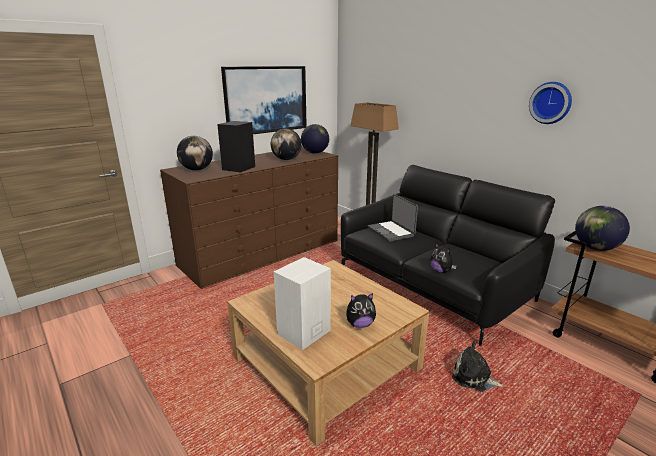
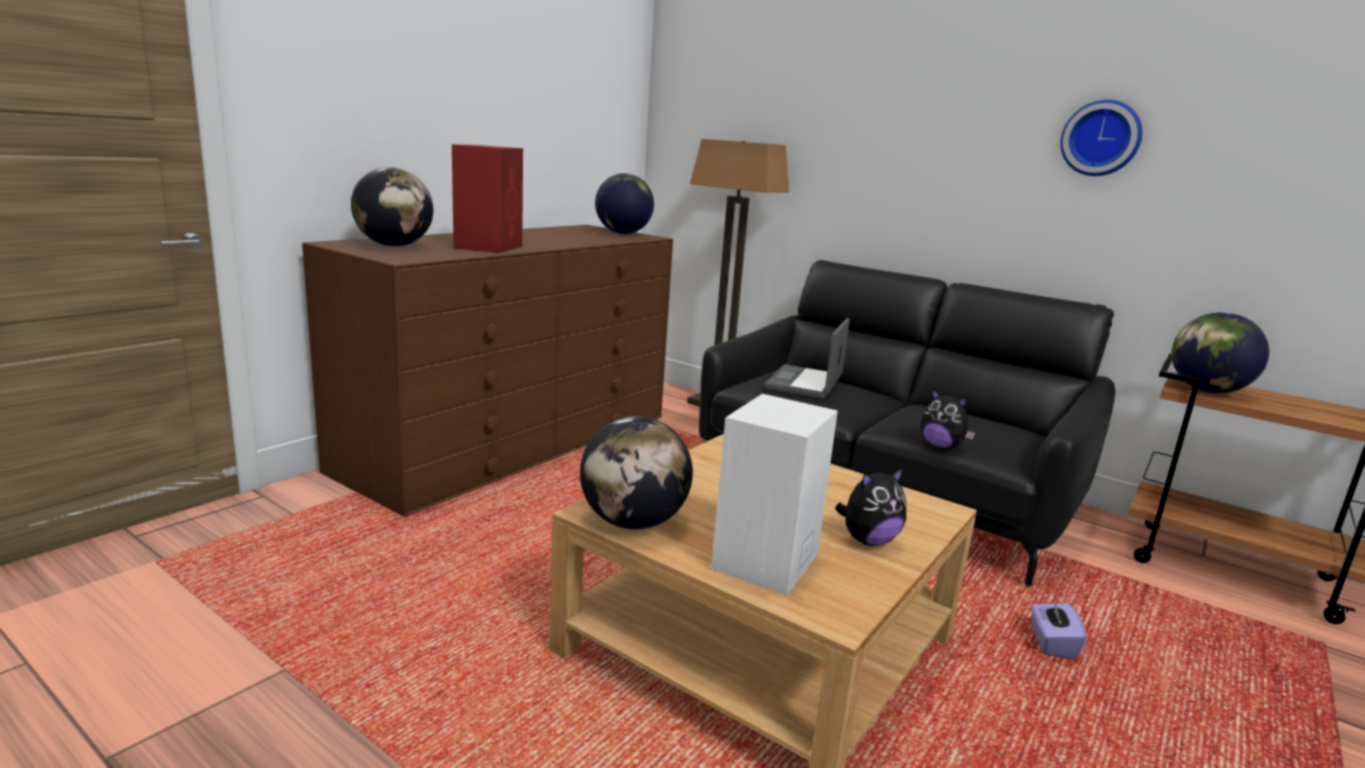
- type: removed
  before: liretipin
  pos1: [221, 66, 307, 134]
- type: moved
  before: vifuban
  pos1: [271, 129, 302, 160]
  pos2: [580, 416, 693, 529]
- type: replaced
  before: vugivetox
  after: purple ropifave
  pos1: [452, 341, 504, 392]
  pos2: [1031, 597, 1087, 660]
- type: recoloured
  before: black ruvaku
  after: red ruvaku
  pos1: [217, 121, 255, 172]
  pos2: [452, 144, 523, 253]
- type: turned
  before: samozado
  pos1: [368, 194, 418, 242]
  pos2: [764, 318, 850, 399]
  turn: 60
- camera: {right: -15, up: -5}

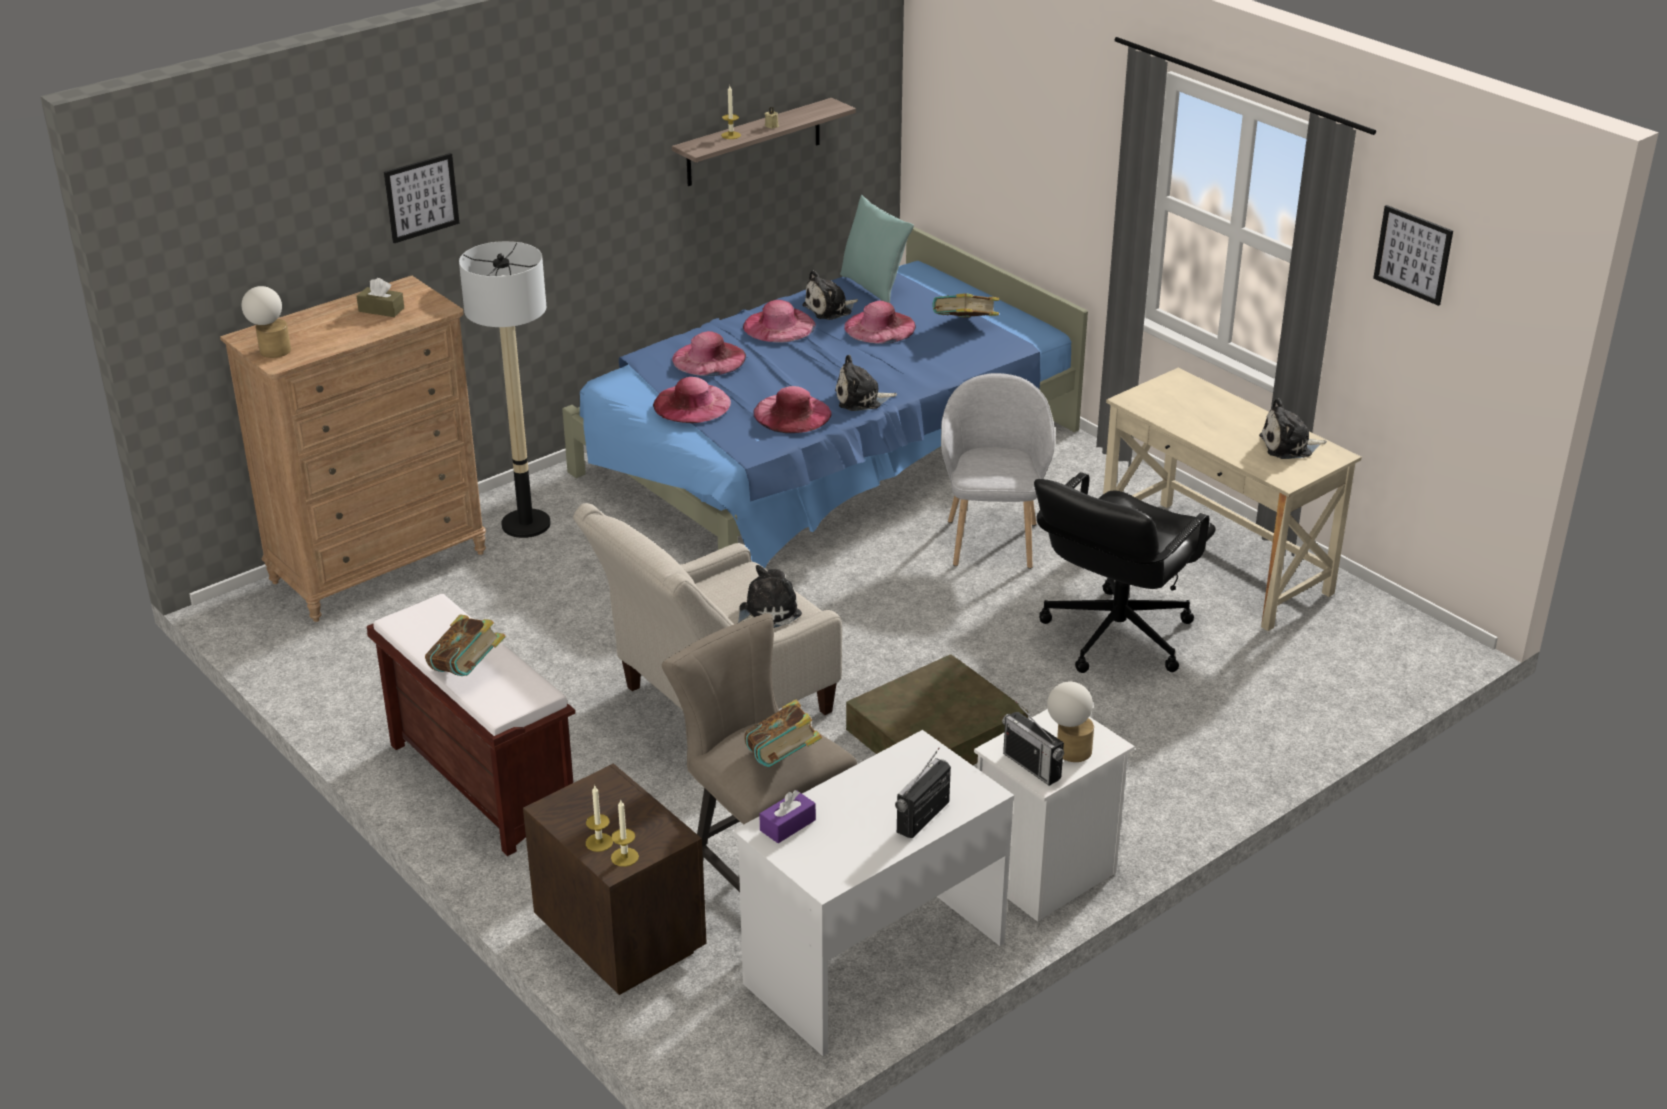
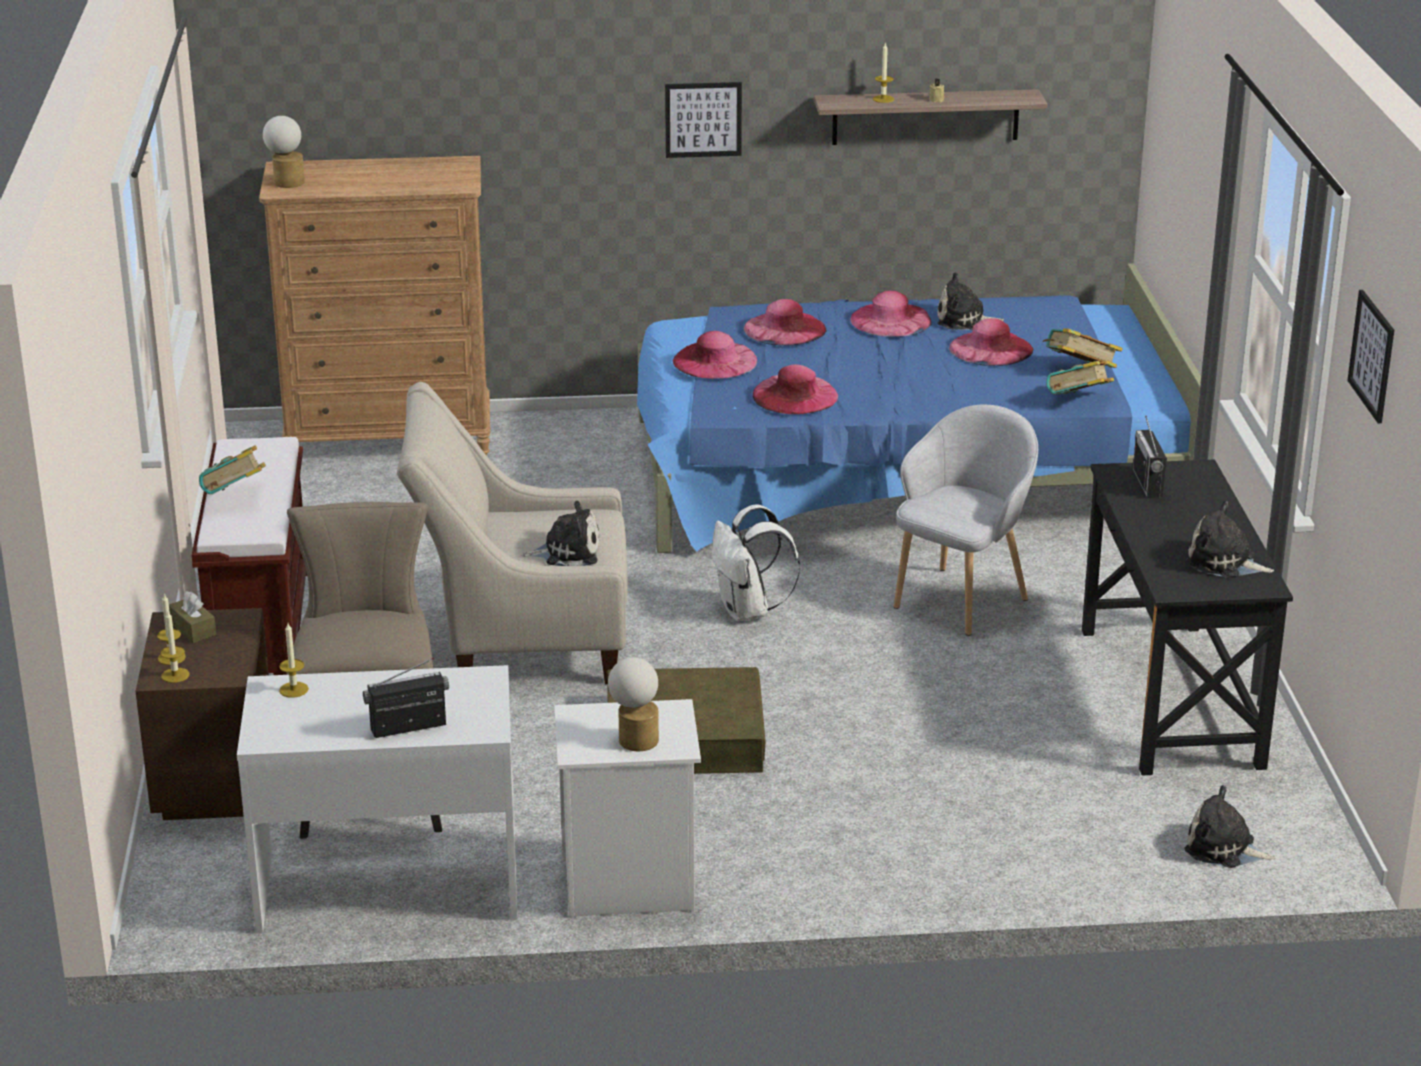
- type: removed
  before: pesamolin
  pos1: [459, 241, 551, 538]
- type: removed
  before: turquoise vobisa
  pos1: [840, 195, 914, 303]
- type: removed
  before: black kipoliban
  pos1: [1034, 472, 1216, 673]
- type: added
  after: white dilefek
  pos2: [712, 504, 800, 621]
- type: moved
  before: brown ropifave
  pos1: [357, 278, 404, 317]
  pos2: [169, 591, 216, 643]
- type: moved
  before: liretipin
  pos1: [384, 153, 460, 243]
  pos2: [665, 82, 742, 158]
- type: moved
  before: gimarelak
  pos1: [744, 699, 822, 767]
  pos2: [1046, 361, 1114, 395]
- type: moved
  before: vugivetox
  pos1: [835, 355, 897, 411]
  pos2: [1185, 785, 1276, 868]
- type: moved
  before: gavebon
  pos1: [1002, 701, 1064, 786]
  pos2: [1133, 416, 1167, 498]
- type: replaced
  before: purple ropifave
  after: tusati
  pos1: [759, 790, 816, 843]
  pos2: [279, 623, 309, 698]
- type: recoloured
  before: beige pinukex
  after: black pinukex
  pos1: [1103, 368, 1362, 631]
  pos2: [1082, 459, 1293, 775]
- camera: {right: 35, up: -5}

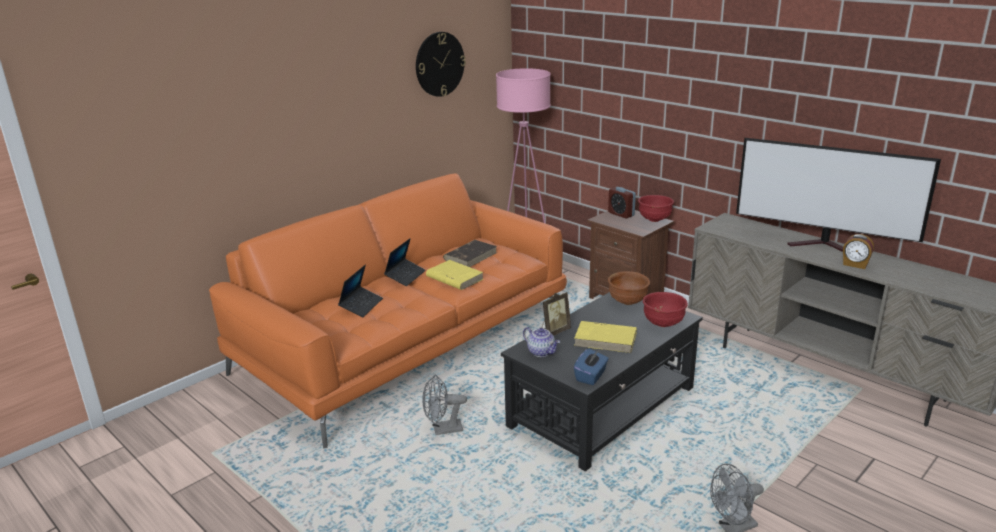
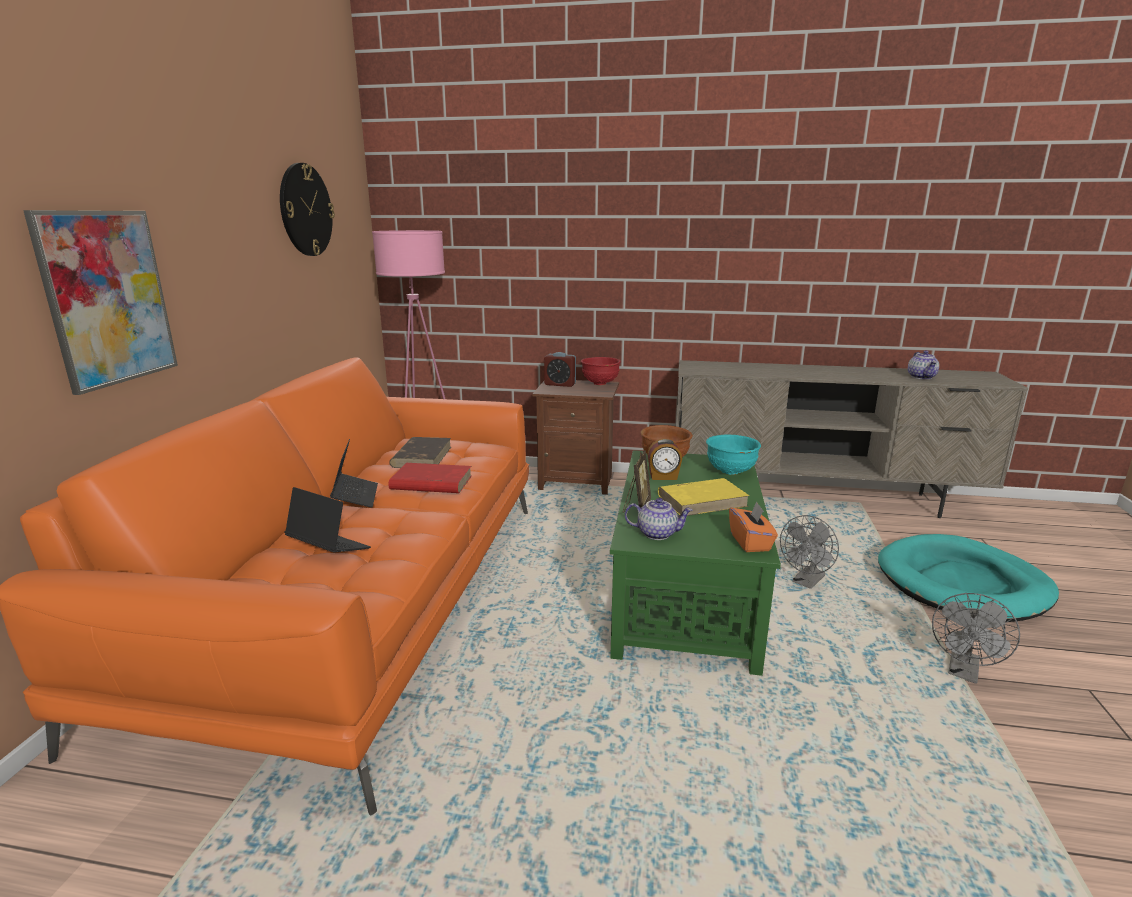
- type: removed
  before: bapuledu
  pos1: [736, 138, 941, 252]
- type: added
  after: liretipin
  pos2: [23, 210, 178, 395]
- type: added
  after: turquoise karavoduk
  pos2: [878, 534, 1059, 622]
- type: added
  after: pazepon
  pos2: [908, 350, 939, 379]
- type: moved
  before: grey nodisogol
  pos1: [422, 375, 467, 435]
  pos2: [780, 515, 839, 589]
- type: moved
  before: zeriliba
  pos1: [843, 234, 874, 269]
  pos2: [647, 439, 682, 480]
- type: recoloured
  before: yellow gimarelak
  after: red gimarelak
  pos1: [426, 260, 484, 290]
  pos2: [388, 463, 472, 493]
- type: recoloured
  before: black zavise
  after: green zavise
  pos1: [501, 292, 703, 471]
  pos2: [610, 450, 781, 676]
- type: recoloured
  before: blue ropifave
  after: orange ropifave
  pos1: [574, 348, 609, 385]
  pos2: [729, 502, 778, 552]
- type: recoloured
  before: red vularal
  after: turquoise vularal
  pos1: [643, 292, 688, 327]
  pos2: [706, 434, 761, 475]
- type: turned
  before: samozado
  pos1: [338, 265, 383, 317]
  pos2: [284, 487, 371, 553]
  turn: -45
- camera: {right: -35, up: -5}

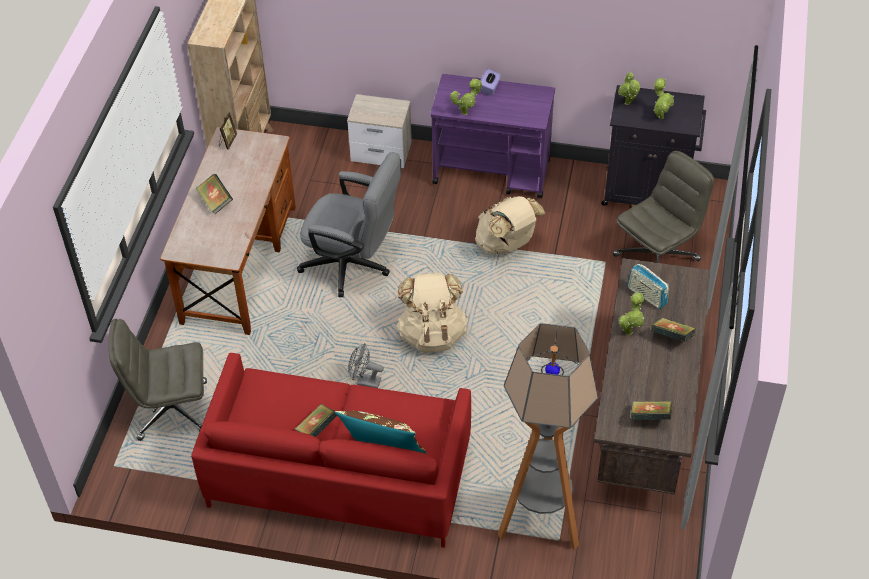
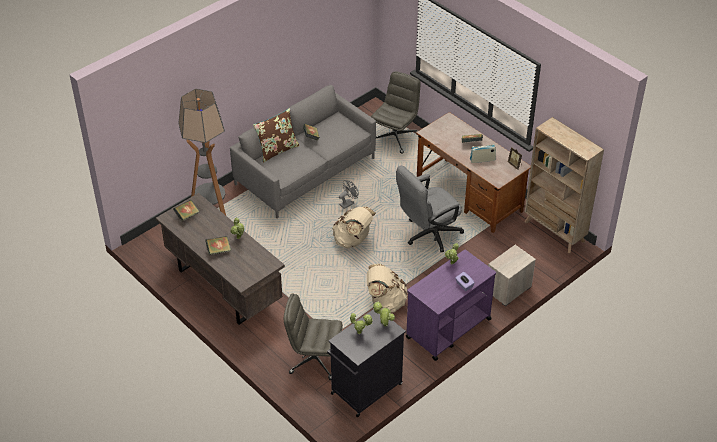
- type: moved
  before: gavebon
  pos1: [627, 264, 669, 309]
  pos2: [470, 143, 496, 163]
- type: recoloured
  before: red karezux
  after: grey karezux
  pos1: [191, 353, 471, 548]
  pos2: [230, 85, 376, 218]
- type: turned
  before: grey kipoliban
  pos1: [613, 151, 714, 263]
  pos2: [284, 293, 343, 380]
  turn: 105
- camera: {right: 125, up: -5}

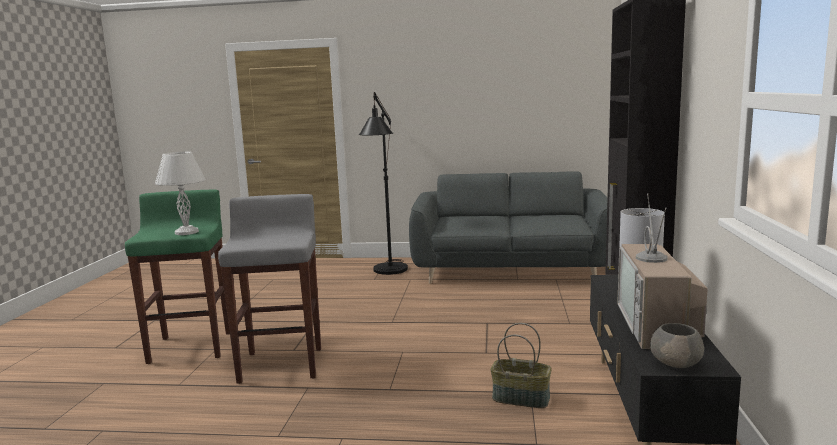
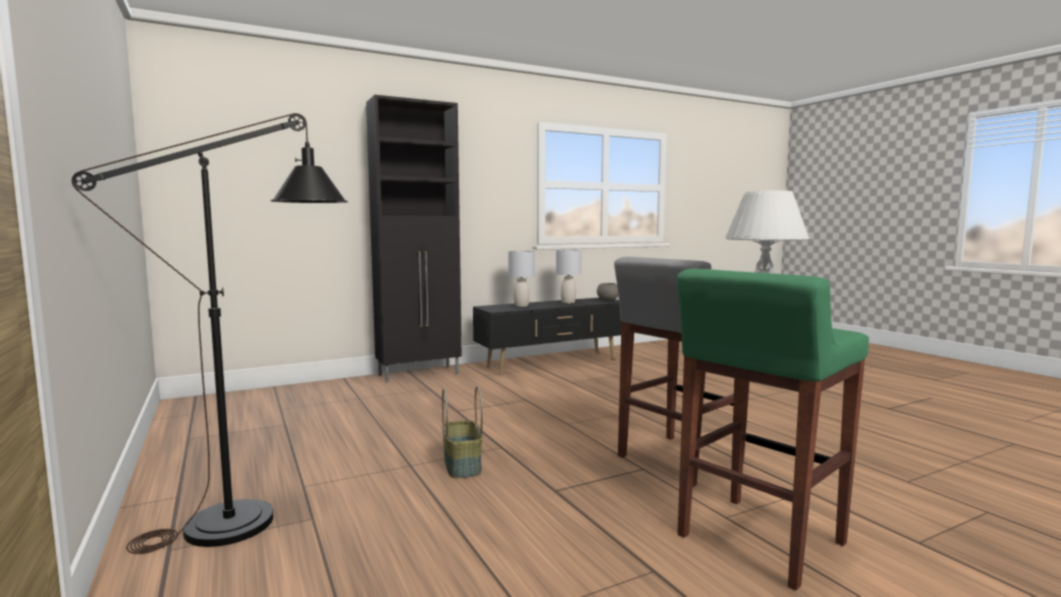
- type: removed
  before: grey karezux
  pos1: [409, 171, 607, 284]
- type: moved
  before: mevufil
  pos1: [490, 323, 552, 408]
  pos2: [442, 386, 483, 478]
- type: replaced
  before: bapuledu
  after: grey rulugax
  pos1: [618, 193, 708, 349]
  pos2: [556, 250, 581, 304]
- camera: {right: -125, up: -5}

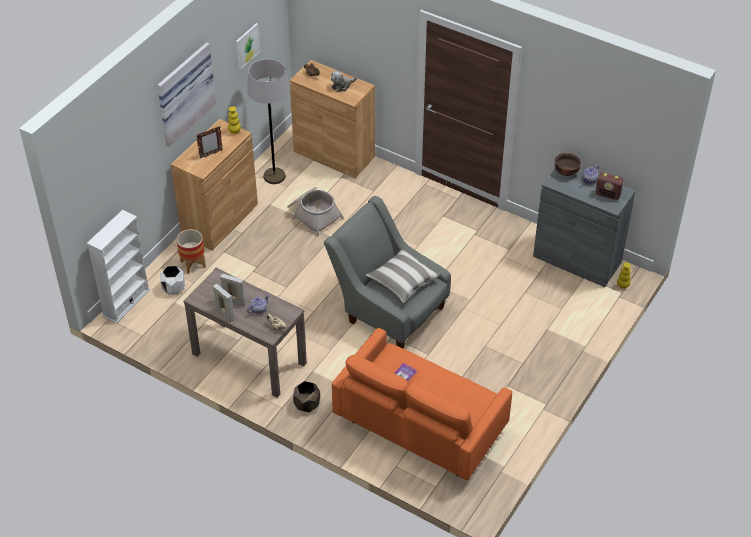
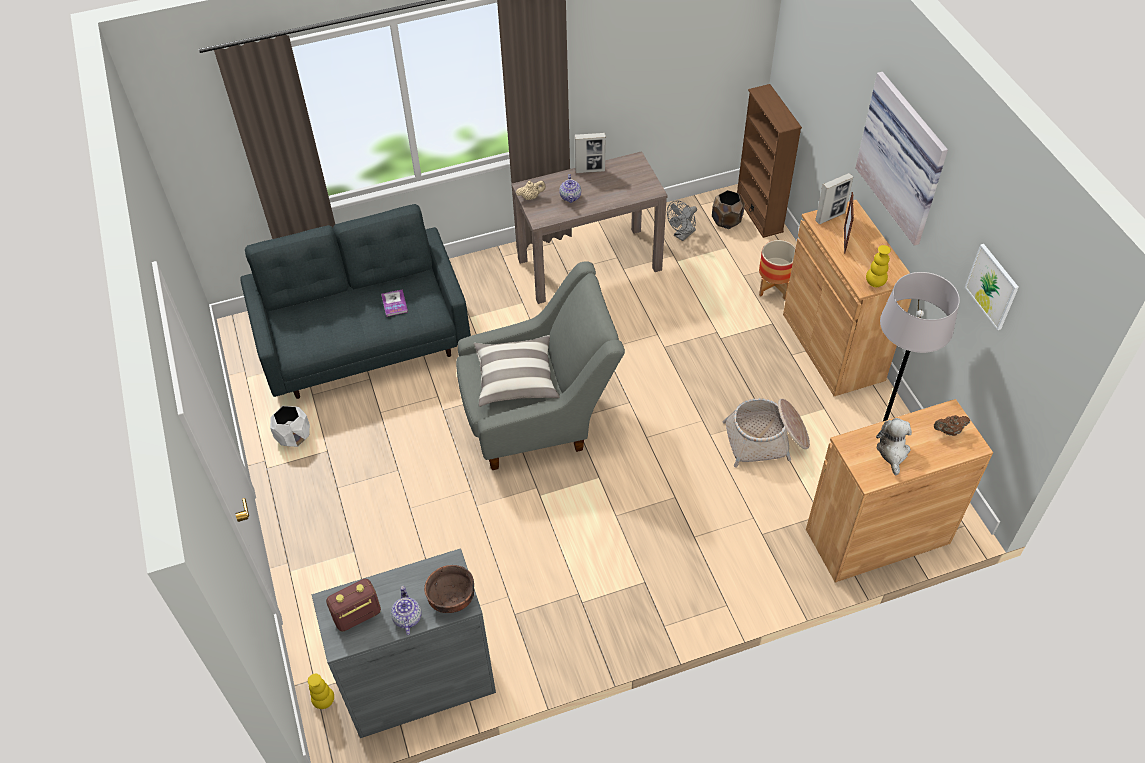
- type: added
  after: grey nodisogol
  pos2: [667, 201, 697, 241]
- type: moved
  before: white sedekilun
  pos1: [160, 266, 185, 295]
  pos2: [270, 406, 310, 447]
- type: moved
  before: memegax
  pos1: [220, 274, 246, 306]
  pos2: [815, 173, 853, 224]
- type: moved
  before: brown sedekilun
  pos1: [293, 381, 320, 412]
  pos2: [712, 190, 745, 229]
- type: recoloured
  before: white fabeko
  after: brown fabeko
  pos1: [87, 210, 150, 324]
  pos2: [737, 84, 802, 238]
- type: recoloured
  before: orange karezux
  after: grey karezux
  pos1: [332, 328, 512, 480]
  pos2: [241, 204, 471, 399]
- camera: {right: 130, up: 5}

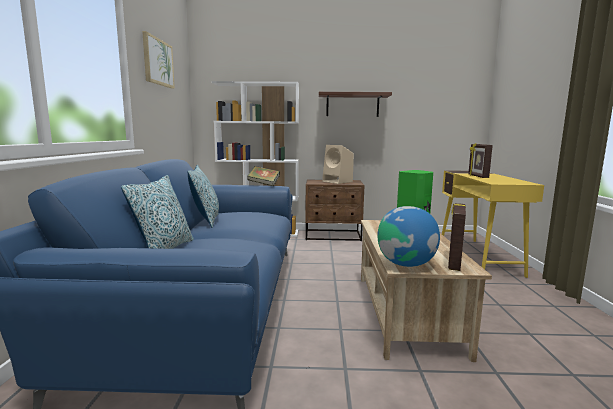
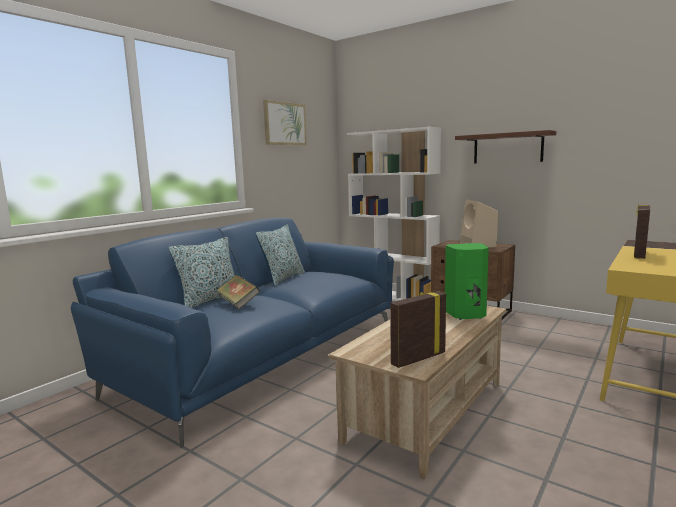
- type: removed
  before: vifuban
  pos1: [378, 206, 440, 267]
- type: moved
  before: gimarelak
  pos1: [248, 166, 280, 186]
  pos2: [216, 275, 260, 310]
- camera: {right: 35, up: 0}

